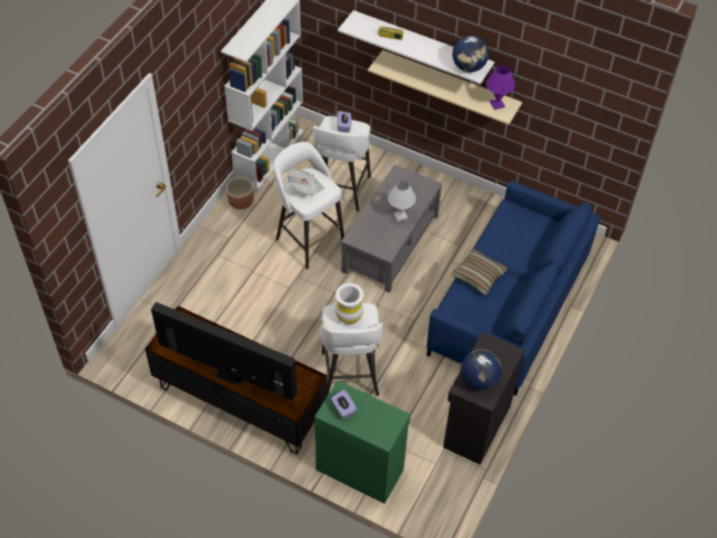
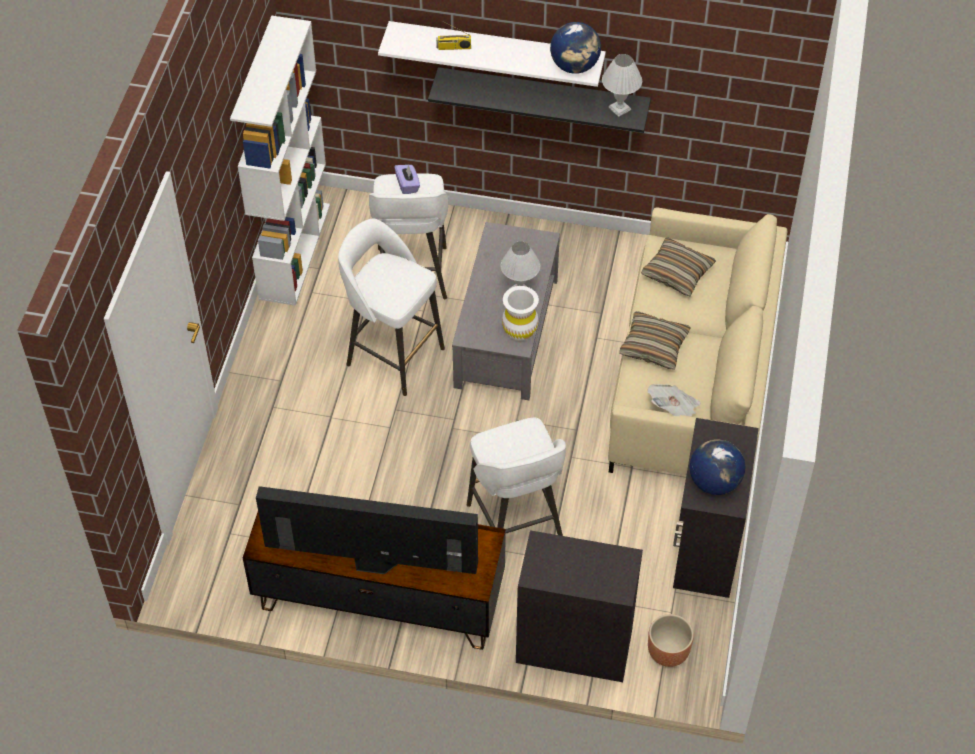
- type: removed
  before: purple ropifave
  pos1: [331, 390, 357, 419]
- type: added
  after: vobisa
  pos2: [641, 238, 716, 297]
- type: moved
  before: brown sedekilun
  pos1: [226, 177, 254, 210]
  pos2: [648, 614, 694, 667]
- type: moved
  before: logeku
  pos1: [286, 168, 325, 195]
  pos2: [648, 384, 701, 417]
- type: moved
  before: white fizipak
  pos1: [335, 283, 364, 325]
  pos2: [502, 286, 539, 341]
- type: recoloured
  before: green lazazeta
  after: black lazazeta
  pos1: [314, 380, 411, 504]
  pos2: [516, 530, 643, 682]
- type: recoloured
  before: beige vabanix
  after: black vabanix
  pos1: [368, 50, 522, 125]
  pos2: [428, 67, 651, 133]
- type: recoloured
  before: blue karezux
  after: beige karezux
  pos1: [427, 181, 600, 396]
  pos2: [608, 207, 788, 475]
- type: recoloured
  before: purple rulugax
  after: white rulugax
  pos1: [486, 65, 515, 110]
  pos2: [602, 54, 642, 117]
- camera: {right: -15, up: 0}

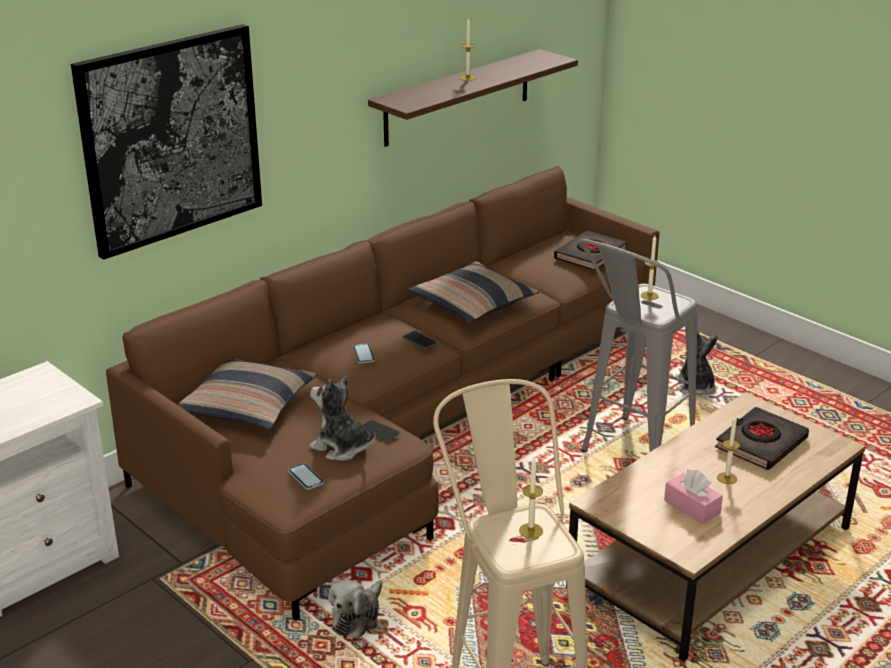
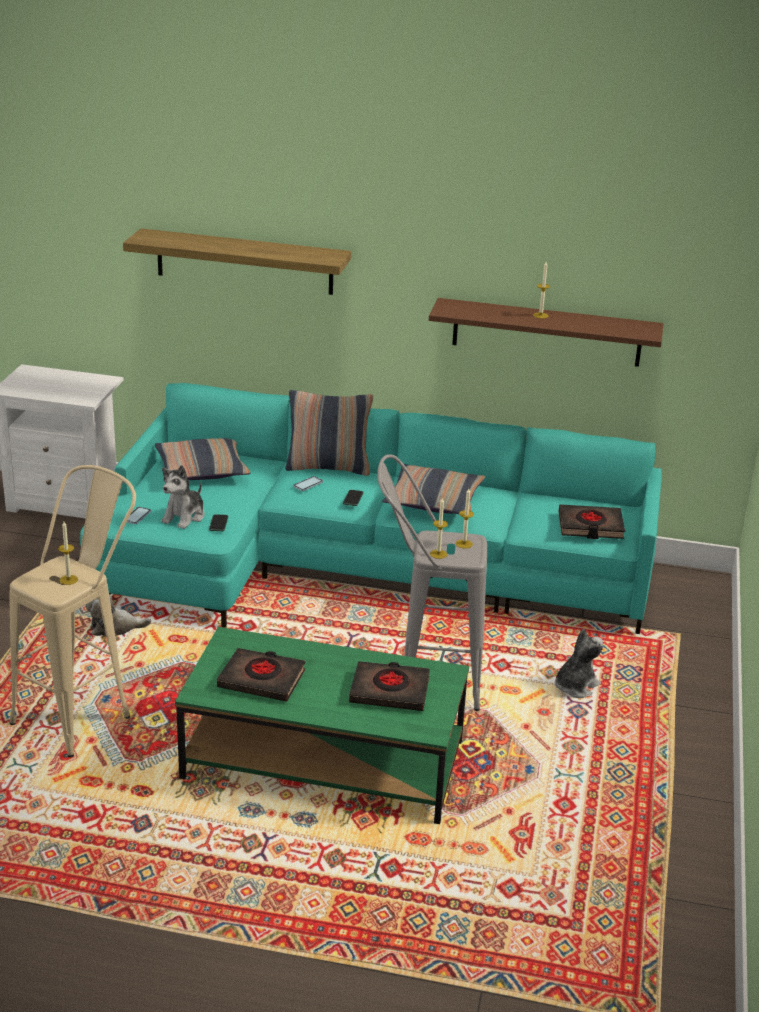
- type: added
  after: vobisa
  pos2: [285, 390, 373, 476]
- type: moved
  before: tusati
  pos1: [717, 416, 740, 484]
  pos2: [430, 498, 448, 559]
- type: replaced
  before: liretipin
  after: vabanix
  pos1: [71, 24, 262, 260]
  pos2: [123, 228, 351, 295]
- type: replaced
  before: pink ropifave
  after: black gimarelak
  pos1: [664, 469, 723, 524]
  pos2: [217, 648, 305, 702]
- type: recoloured
  before: brown karezux
  after: turquoise karezux
  pos1: [106, 165, 660, 621]
  pos2: [80, 383, 662, 634]
- type: recoloured
  before: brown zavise
  after: green zavise
  pos1: [566, 392, 866, 662]
  pos2: [175, 627, 469, 824]
- type: turned
  before: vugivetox
  pos1: [309, 375, 376, 461]
  pos2: [161, 465, 205, 529]
  turn: -150
- camera: {right: 55, up: 0}

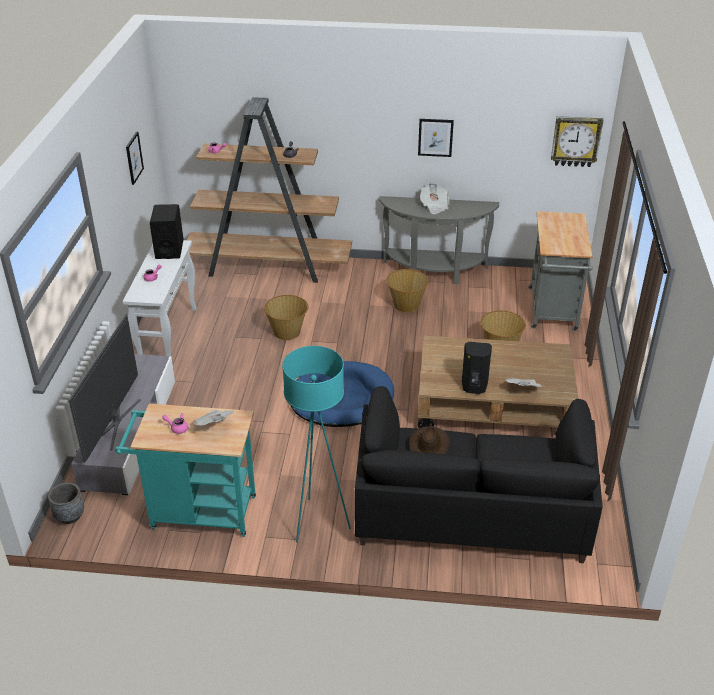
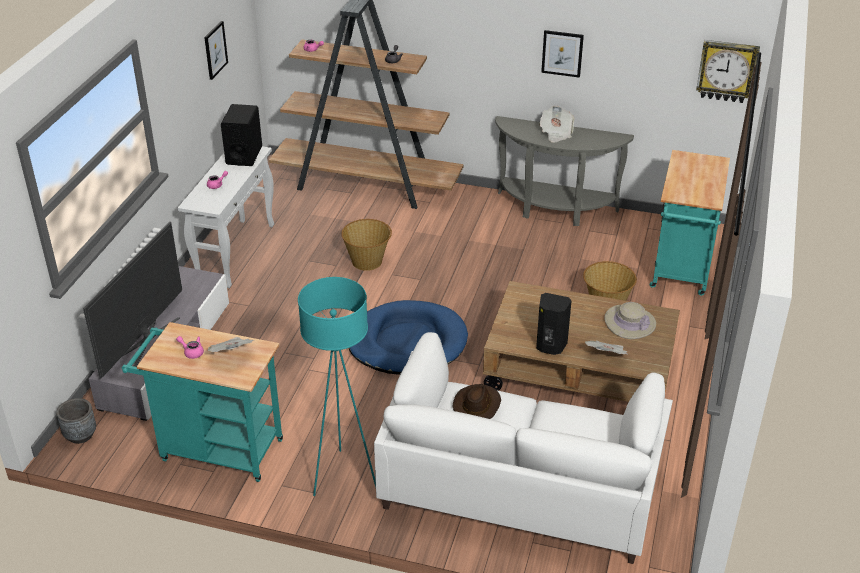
- type: removed
  before: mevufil
  pos1: [386, 269, 429, 313]
- type: added
  after: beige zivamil
  pos2: [604, 302, 656, 339]
- type: recoloured
  before: black karezux
  after: white karezux
  pos1: [355, 386, 603, 563]
  pos2: [374, 332, 673, 564]
- type: recoloured
  before: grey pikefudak
  after: turquoise pikefudak
  pos1: [528, 211, 593, 331]
  pos2: [650, 150, 730, 296]
- camera: {right: 10, up: 0}

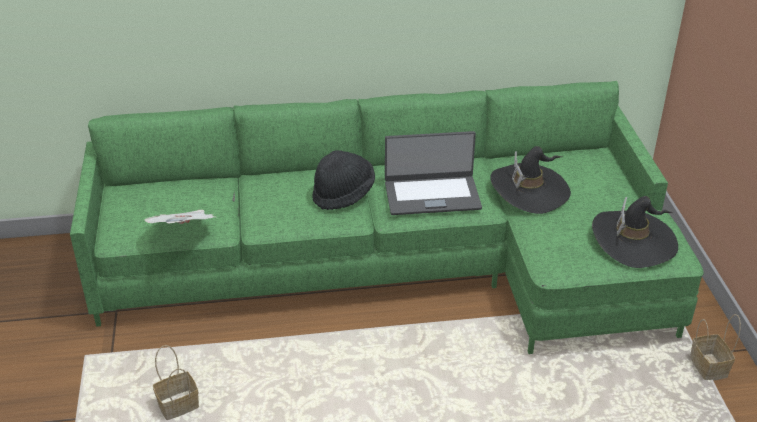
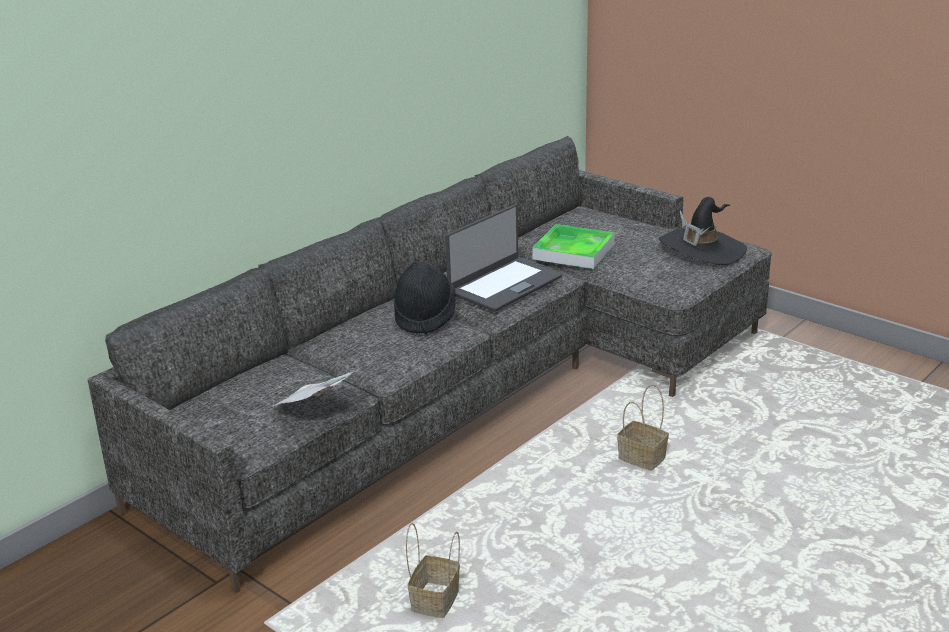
- type: moved
  before: mevufil
  pos1: [690, 314, 741, 381]
  pos2: [617, 384, 669, 471]
- type: replaced
  before: black zivamil
  after: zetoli
  pos1: [490, 146, 571, 214]
  pos2: [532, 224, 615, 269]
- type: recoloured
  before: green karezux
  after: grey karezux
  pos1: [70, 81, 704, 354]
  pos2: [88, 136, 772, 593]
- camera: {right: -40, up: -10}

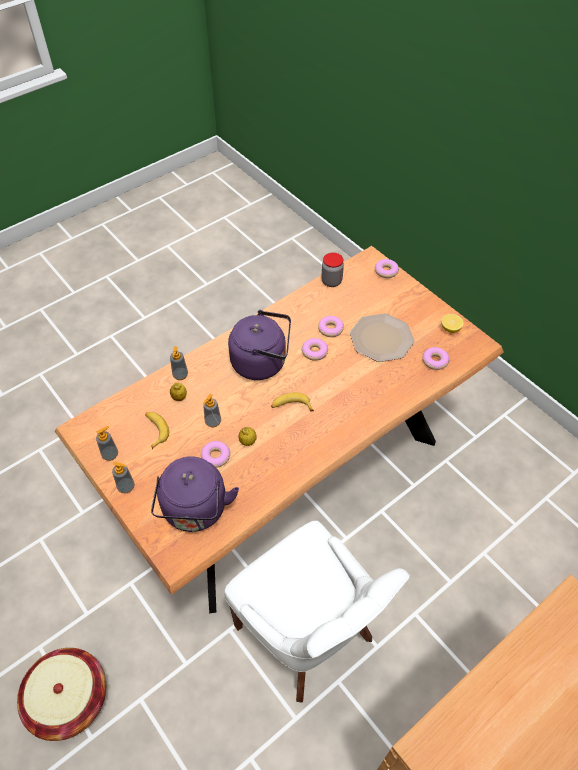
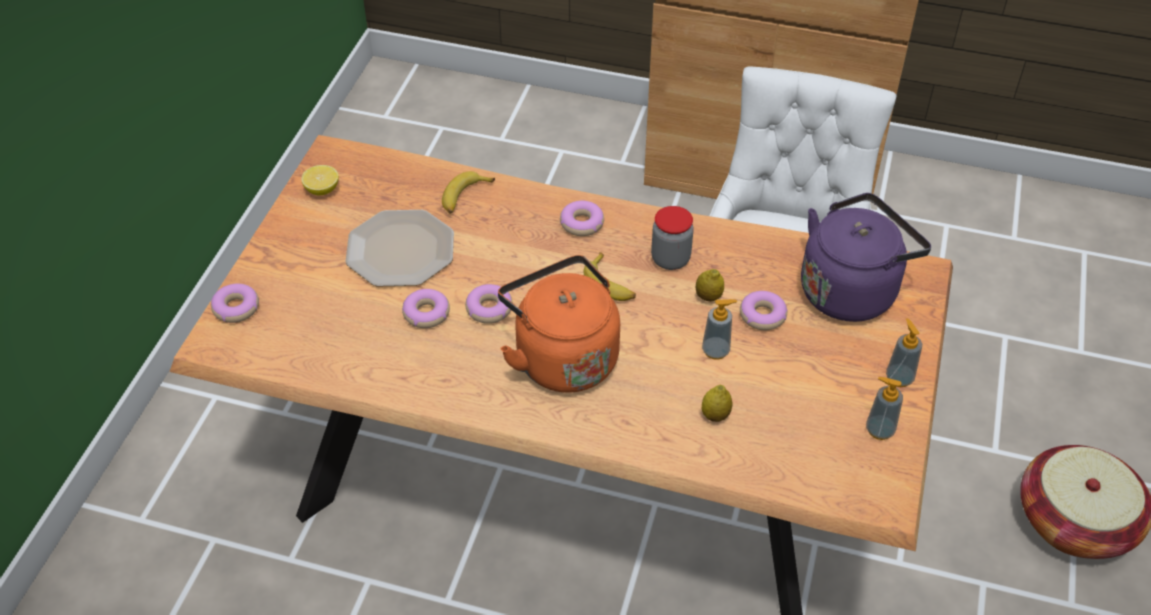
- type: removed
  before: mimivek
  pos1: [170, 346, 188, 380]
- type: moved
  before: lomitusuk
  pos1: [145, 412, 169, 449]
  pos2: [442, 171, 495, 214]
- type: moved
  before: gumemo
  pos1: [321, 253, 344, 287]
  pos2: [651, 206, 694, 270]
- type: moved
  before: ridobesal
  pos1: [422, 347, 450, 370]
  pos2: [560, 201, 604, 236]
- type: recoloured
  before: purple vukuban
  after: orange vukuban
  pos1: [228, 310, 291, 380]
  pos2: [498, 255, 620, 393]
- camera: {right: -125, up: -5}

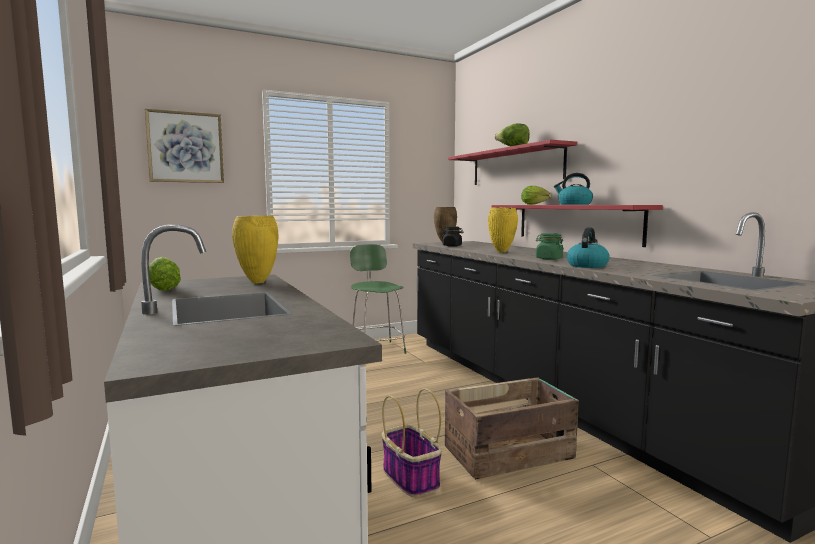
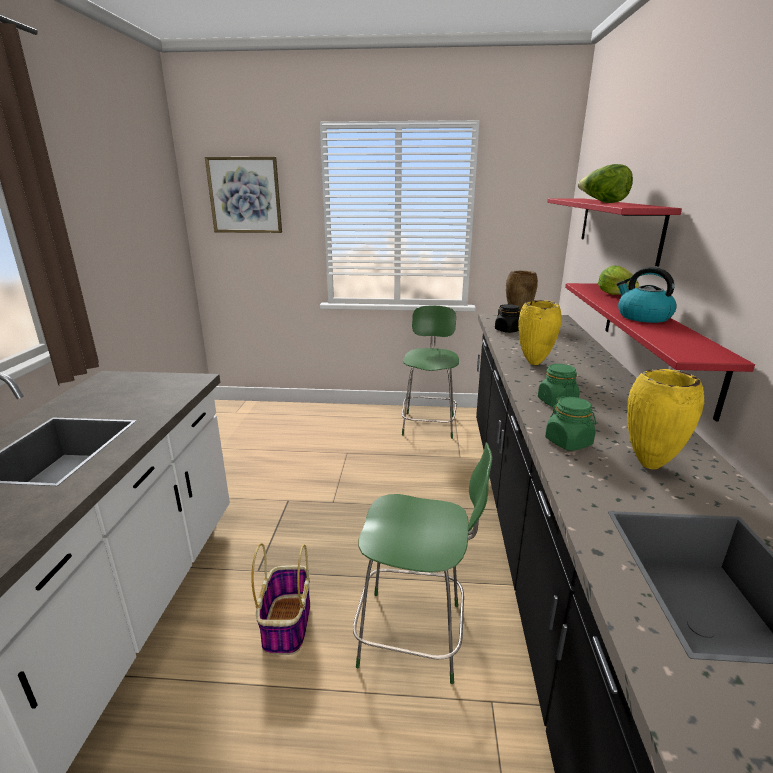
- type: removed
  before: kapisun
  pos1: [149, 257, 181, 291]
- type: moved
  before: yellow fizipak
  pos1: [232, 216, 278, 284]
  pos2: [627, 369, 704, 469]
- type: replaced
  before: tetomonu
  after: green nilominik
  pos1: [445, 377, 579, 480]
  pos2: [353, 442, 492, 684]
- type: replaced
  before: vukuban
  after: green gumemo
  pos1: [567, 227, 610, 268]
  pos2: [545, 396, 597, 451]
- camera: {right: 30, up: 15}

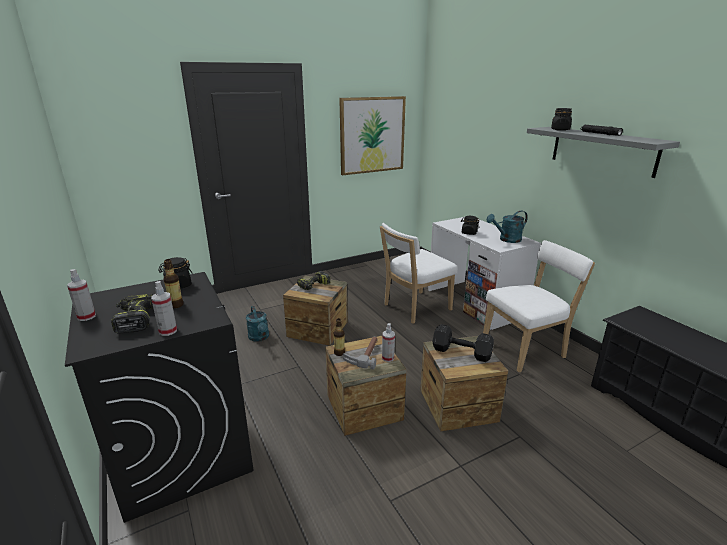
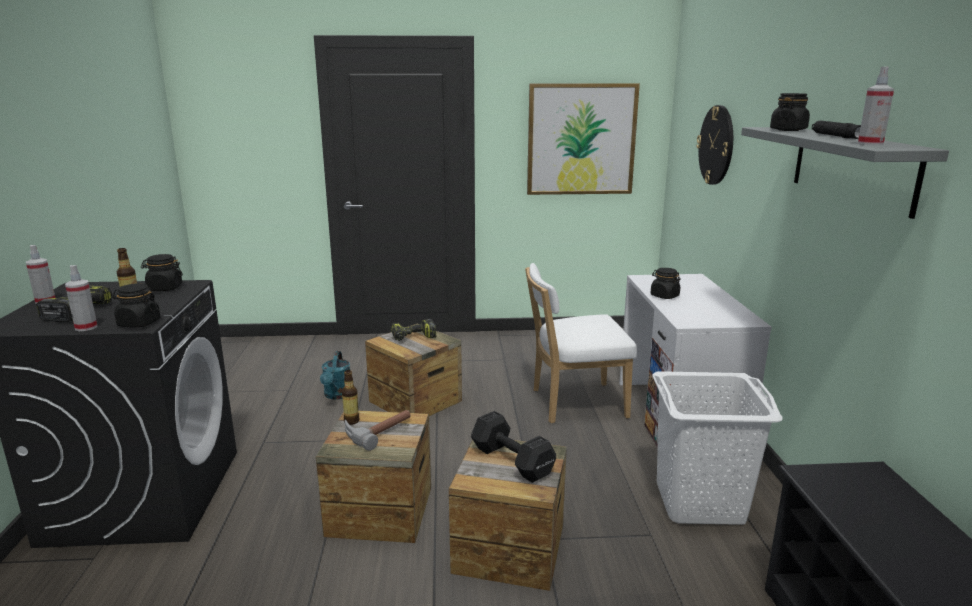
- type: removed
  before: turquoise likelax
  pos1: [487, 211, 528, 243]
- type: added
  after: black gumemo
  pos2: [112, 283, 161, 328]
- type: added
  after: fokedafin
  pos2: [696, 105, 733, 185]
- type: moved
  before: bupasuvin
  pos1: [382, 323, 395, 362]
  pos2: [858, 67, 894, 145]
- type: replaced
  before: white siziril
  after: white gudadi
  pos1: [483, 240, 595, 372]
  pos2: [652, 371, 783, 525]
- camera: {right: 25, up: -5}

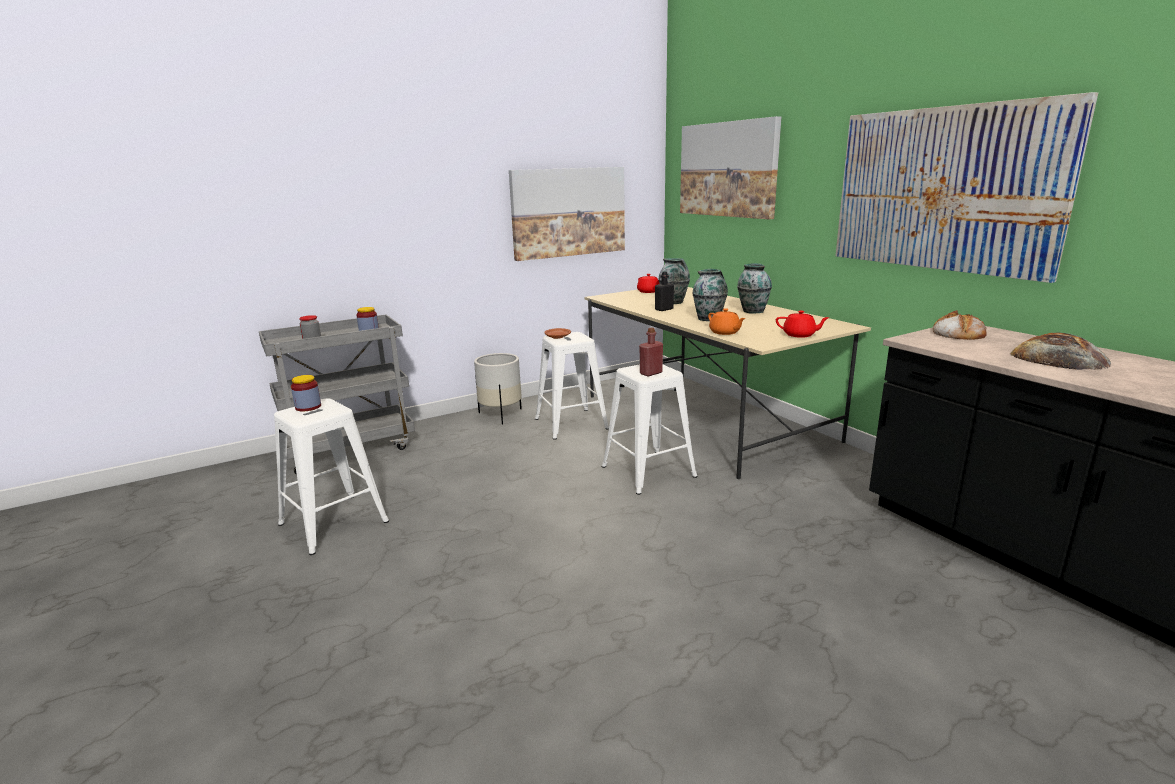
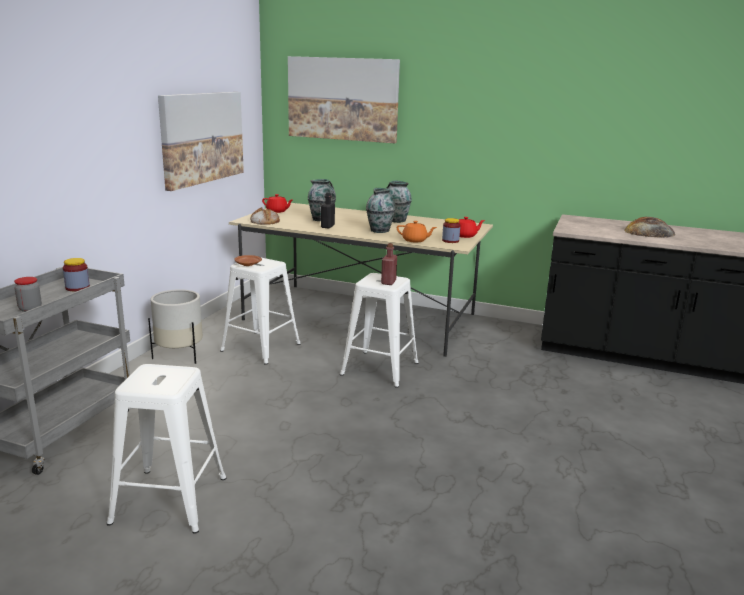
- type: removed
  before: liretipin
  pos1: [835, 92, 1098, 283]
- type: moved
  before: gumemo
  pos1: [291, 375, 321, 411]
  pos2: [442, 218, 460, 243]
- type: moved
  before: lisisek
  pos1: [933, 311, 987, 340]
  pos2: [250, 207, 280, 225]
- camera: {right: -40, up: 0}

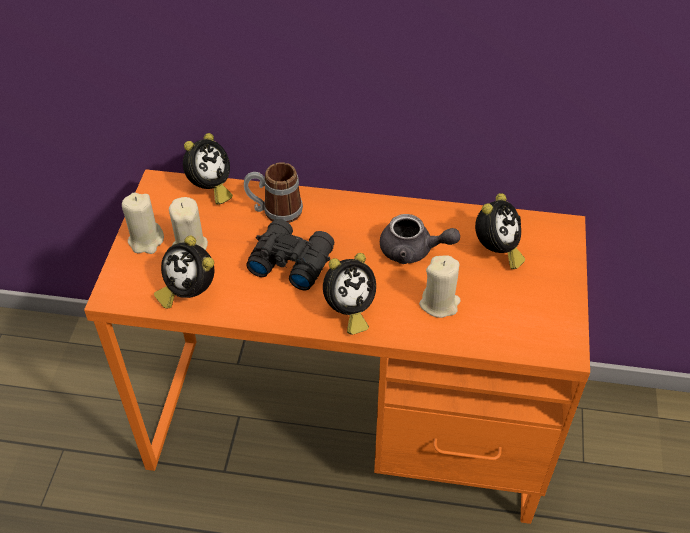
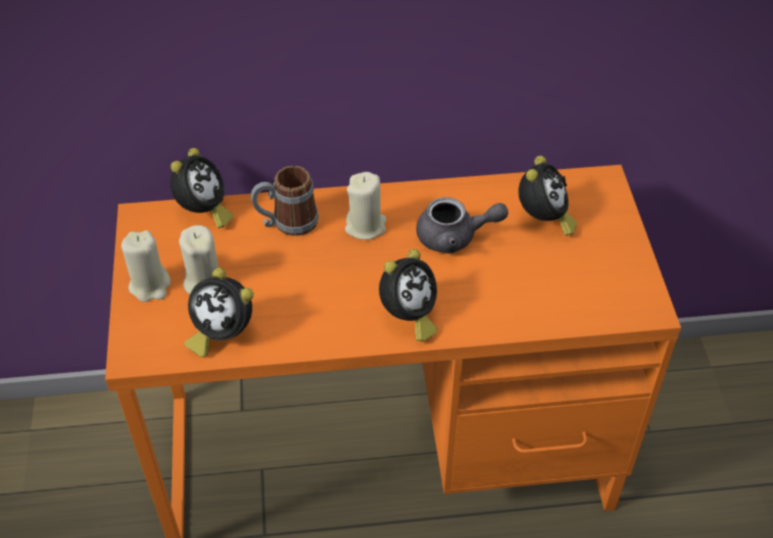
- type: removed
  before: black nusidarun
  pos1: [246, 219, 334, 290]
- type: moved
  before: beige tusati
  pos1: [419, 256, 461, 318]
  pos2: [345, 172, 387, 240]
- camera: {right: -15, up: 0}

